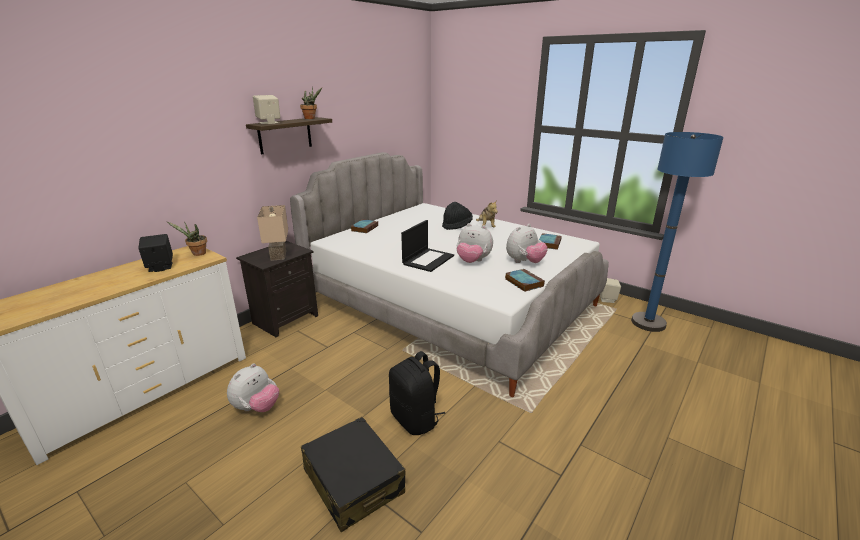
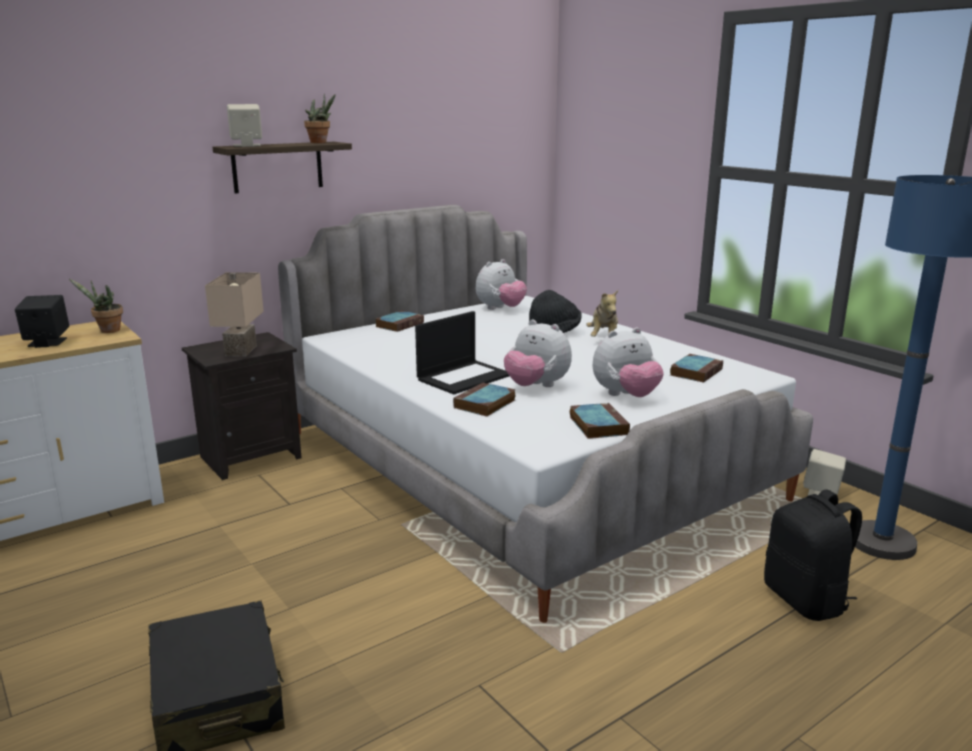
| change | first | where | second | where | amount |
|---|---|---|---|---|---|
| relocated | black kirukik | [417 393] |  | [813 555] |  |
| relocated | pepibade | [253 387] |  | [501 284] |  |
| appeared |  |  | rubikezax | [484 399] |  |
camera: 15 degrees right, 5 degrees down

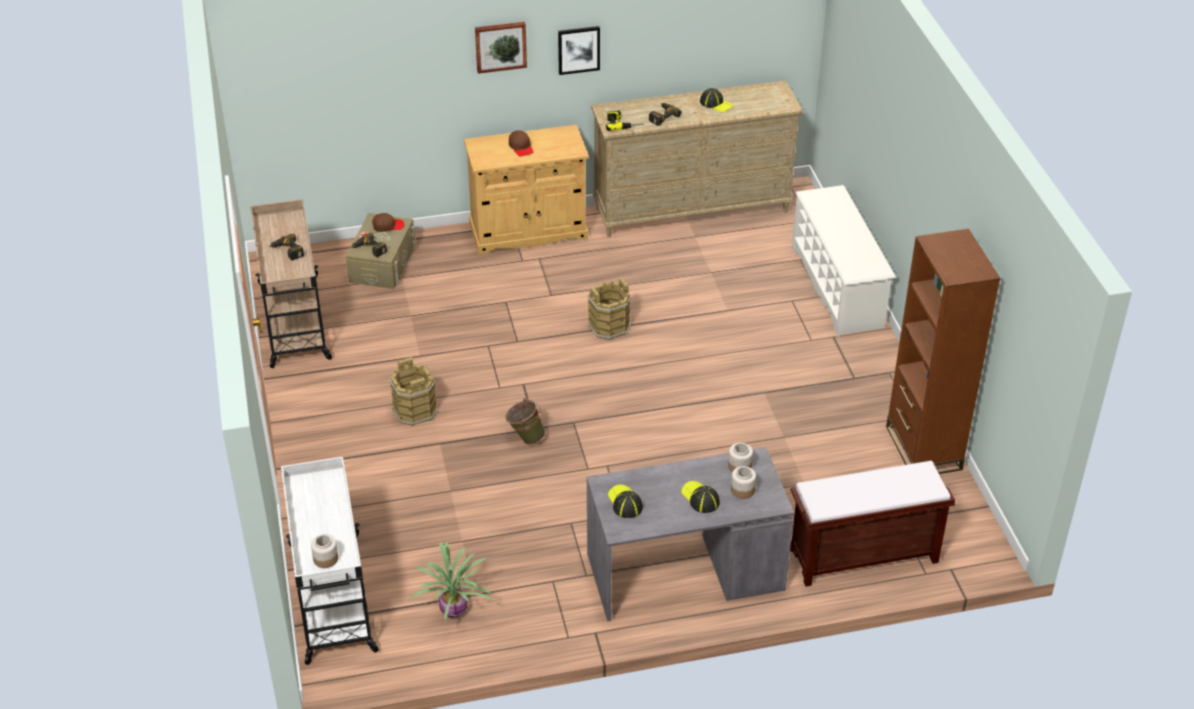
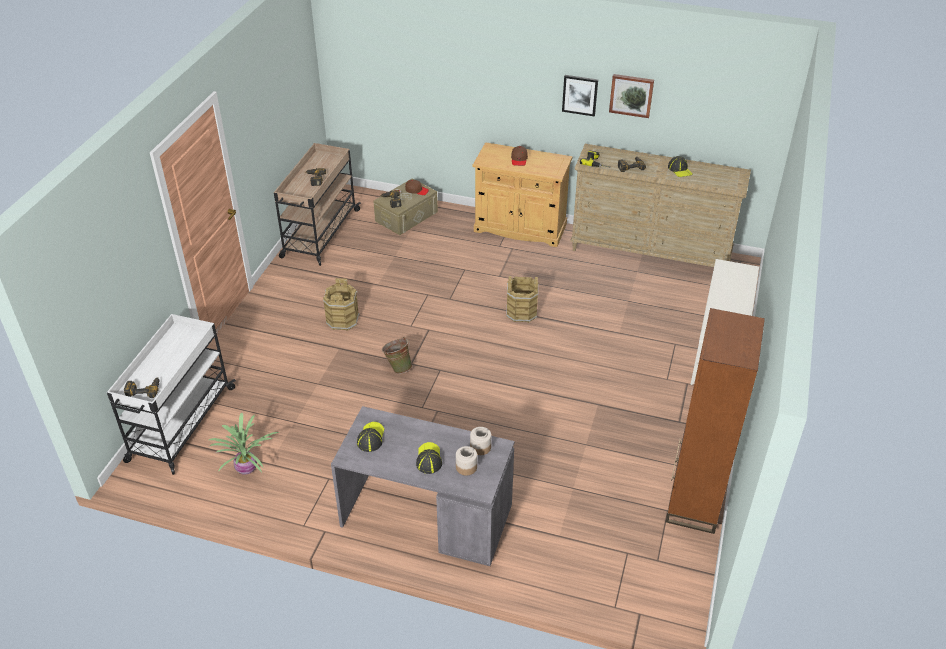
| change | first | where | second | where | amount |
|---|---|---|---|---|---|
| relocated | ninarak | [501 48] |  | [631 96] |  |
| missing | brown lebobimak | [872 524] |  |  |  |
| exchanged | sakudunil | [324 551] | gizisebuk | [141 387] |  |
camera: 30 degrees right, 0 degrees up

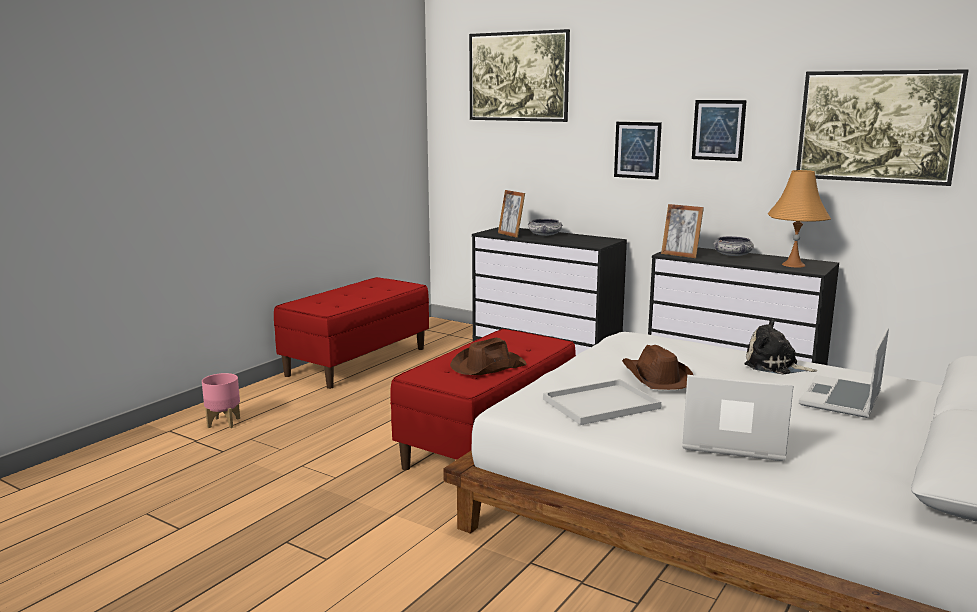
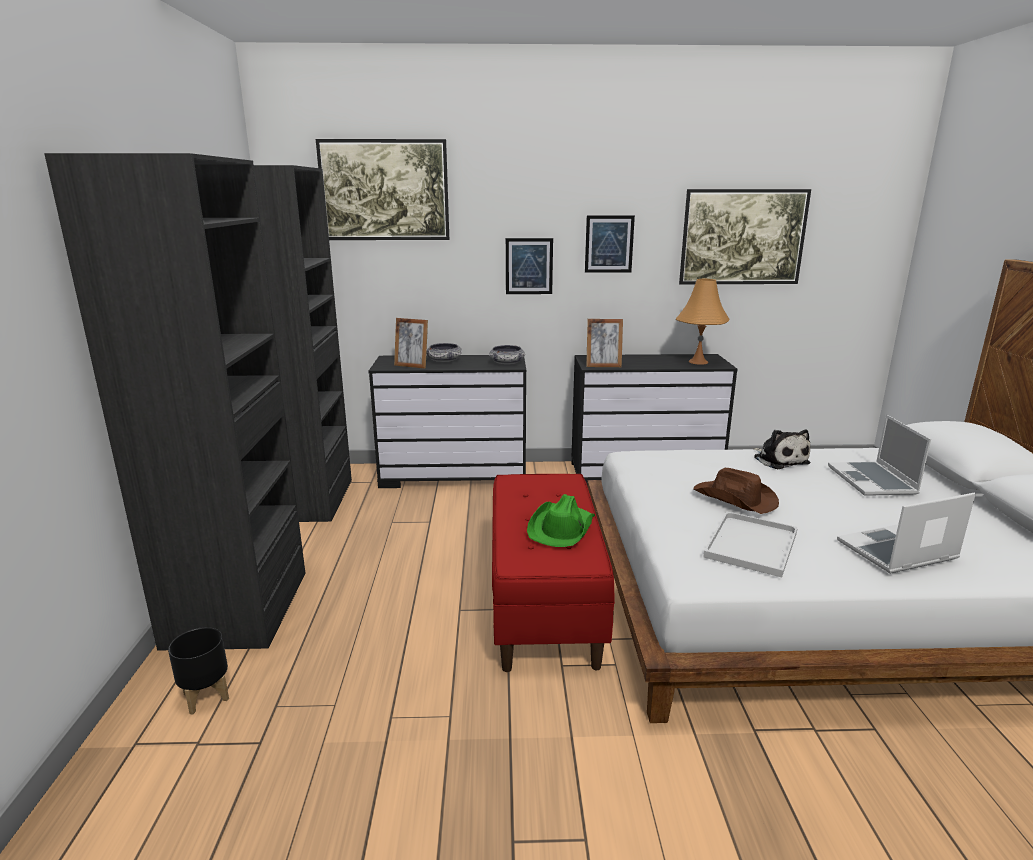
| change | first | where | second | where | amount |
|---|---|---|---|---|---|
| relocated | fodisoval | [733 246] |  | [507 354] |  |
| exchanged | red lebobimak | [351 333] | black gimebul | [198 402] |  |
| spun | pepibade | [780 346] |  | [782 449] | 105 degrees counterclockwise |
| colour | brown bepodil | [488 356] | green bepodil | [561 520] |  |
| colour | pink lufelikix | [221 400] | black lufelikix | [198 670] |  |
camera: 35 degrees left, 5 degrees up

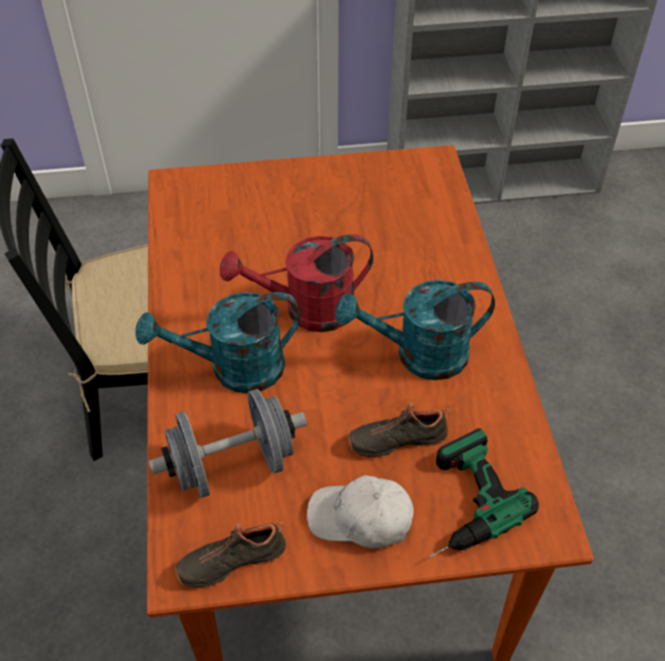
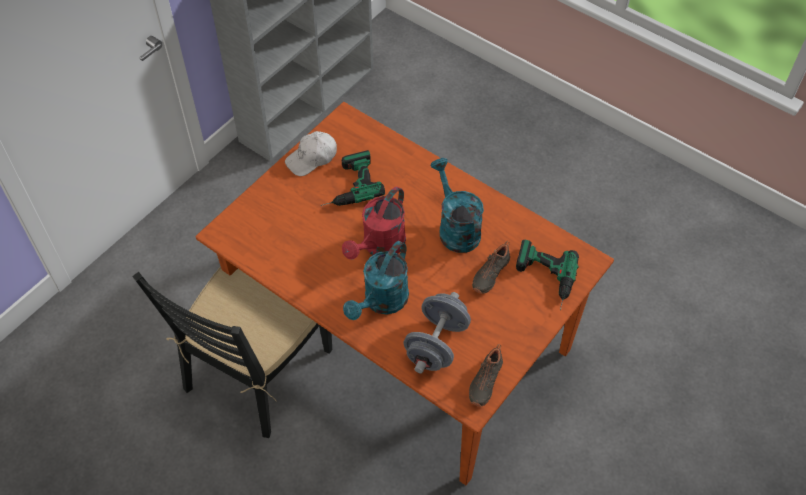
| change | first | where | second | where | amount |
|---|---|---|---|---|---|
| spun | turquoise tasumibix | [415 330] |  | [457 205] | 120 degrees clockwise |
| relocated | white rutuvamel | [360 512] |  | [311 153] |  |
| appeared |  |  | gizisebuk | [352 178] |  |
camera: 45 degrees left, 5 degrees up

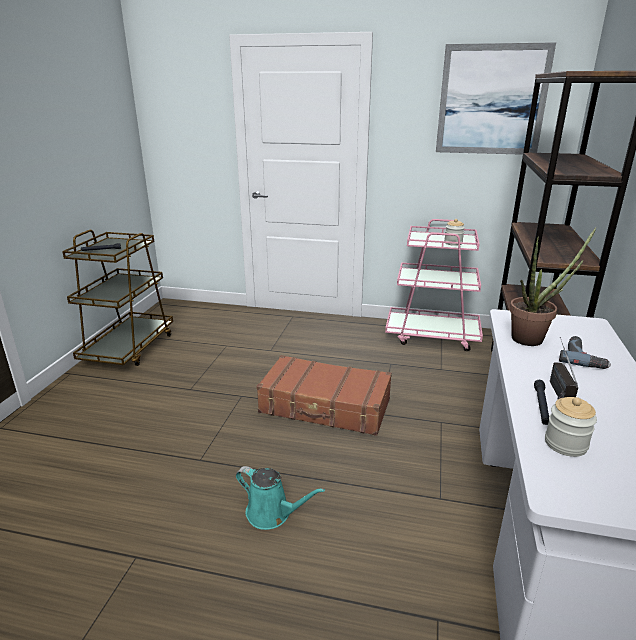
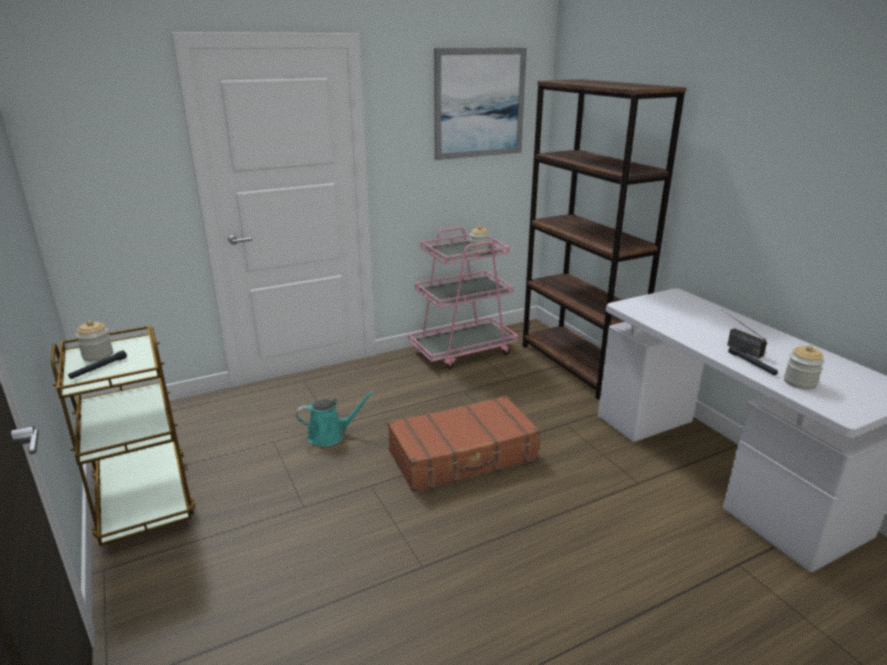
| change | first | where | second | where | amount |
|---|---|---|---|---|---|
| missing | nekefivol | [553 286] |  |  |  |
| missing | gizisebuk | [585 352] |  |  |  |
| relocated | turquoise tasumibix | [280 498] |  | [335 418] |  |
| appeared |  |  | sakudunil | [94 341] |  |
camera: 40 degrees left, 0 degrees up

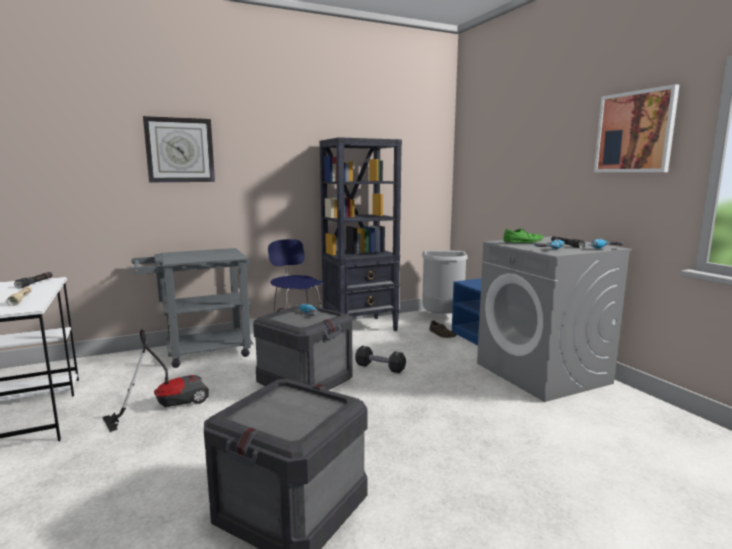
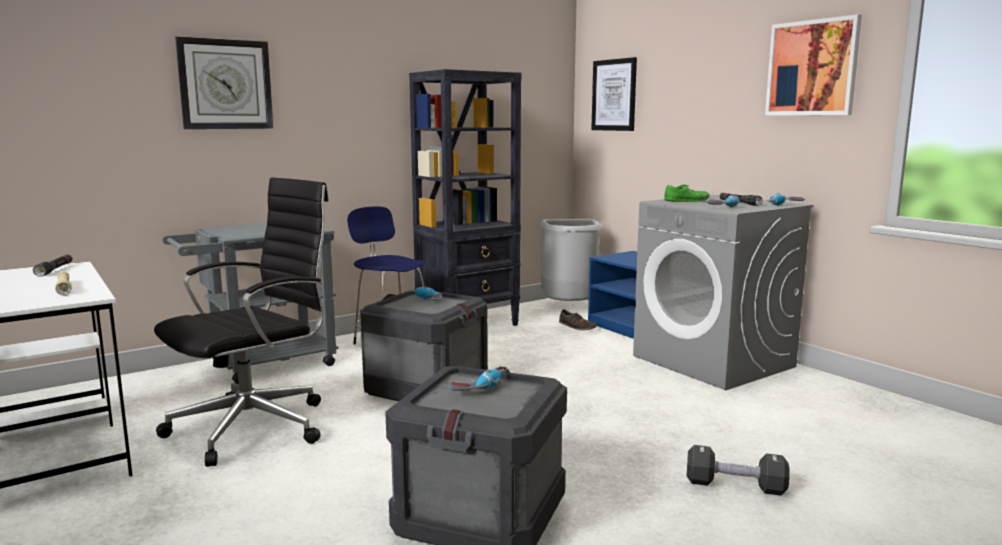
| change | first | where | second | where | amount |
|---|---|---|---|---|---|
| exchanged | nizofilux | [155 380] | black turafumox | [241 322] |  |
| relocated | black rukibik | [380 359] |  | [738 470] |  |
| appeared |  |  | ninarak | [614 94] |  |
| appeared |  |  | gizisebuk | [476 380] |  |
camera: 10 degrees left, 0 degrees up

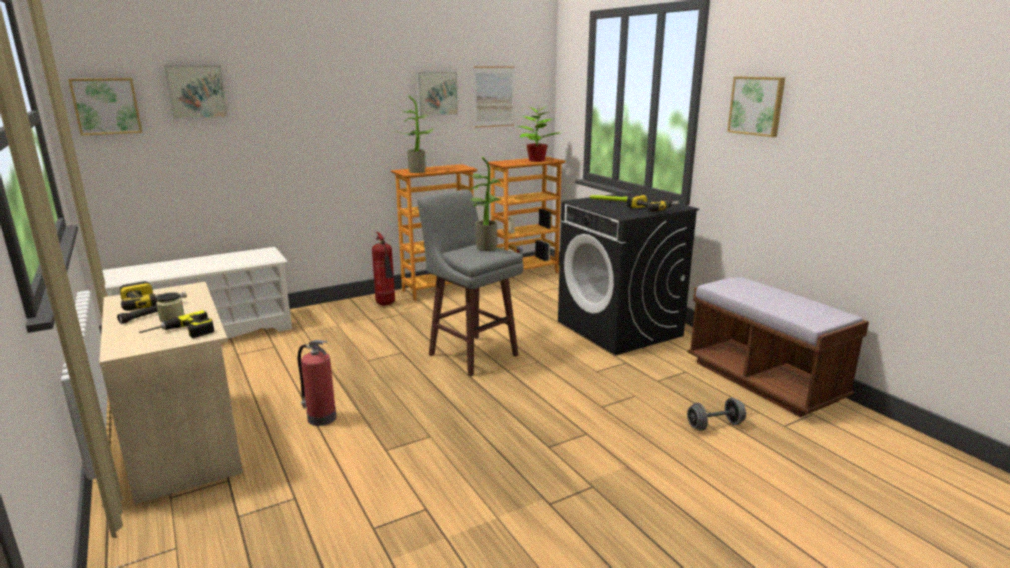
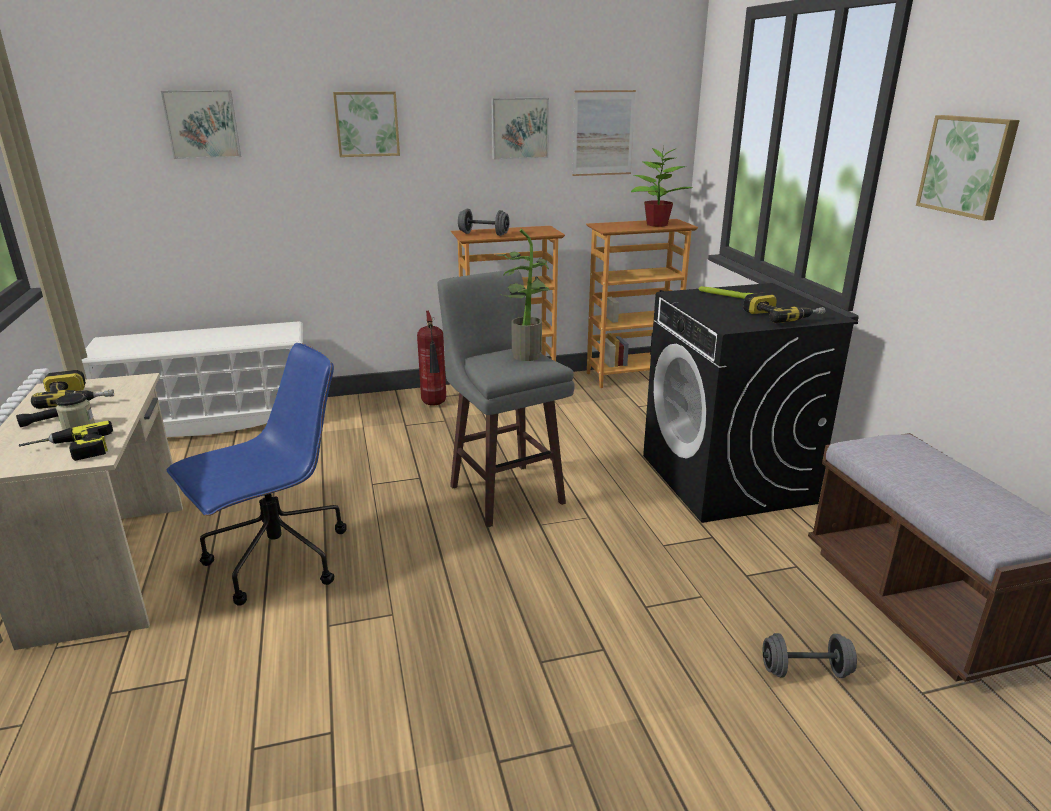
| change | first | where | second | where | amount |
|---|---|---|---|---|---|
| relocated | ninarak | [105 107] |  | [366 124] |  |
| exchanged | nekefivol | [415 134] | grey rukibik | [483 222] |  |
| exchanged | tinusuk | [317 383] | blue turafumox | [257 474] |  |
camera: 15 degrees right, 5 degrees up

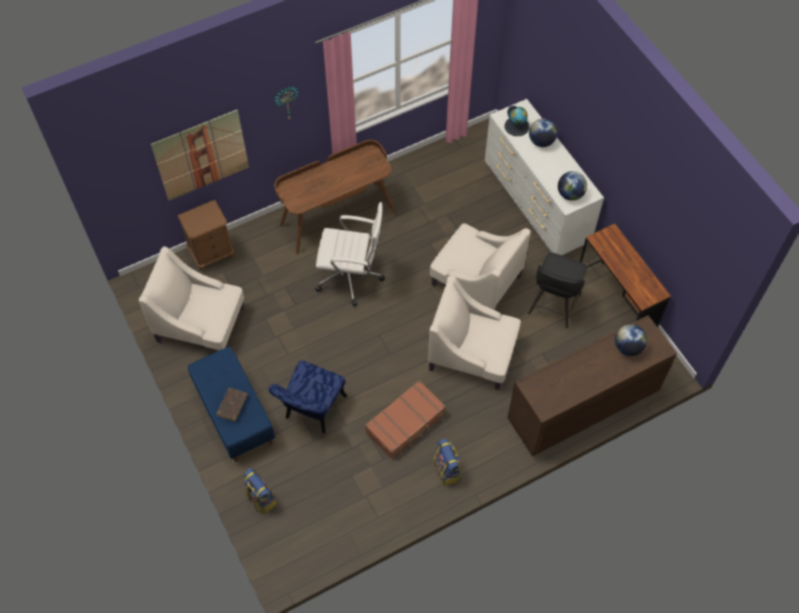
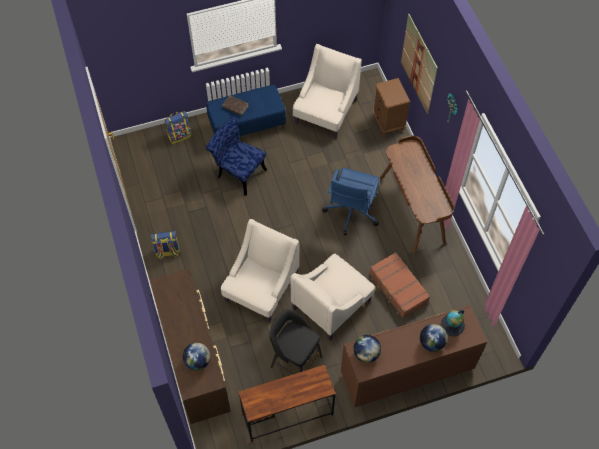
| change | first | where | second | where | amount |
|---|---|---|---|---|---|
| colour | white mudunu | [544 177] | brown mudunu | [414 356] |  |
| colour | white turafumox | [350 254] | blue turafumox | [350 201] |  |
| relocated | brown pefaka | [405 419] |  | [399 285] |  |
camera: 100 degrees right, 0 degrees up

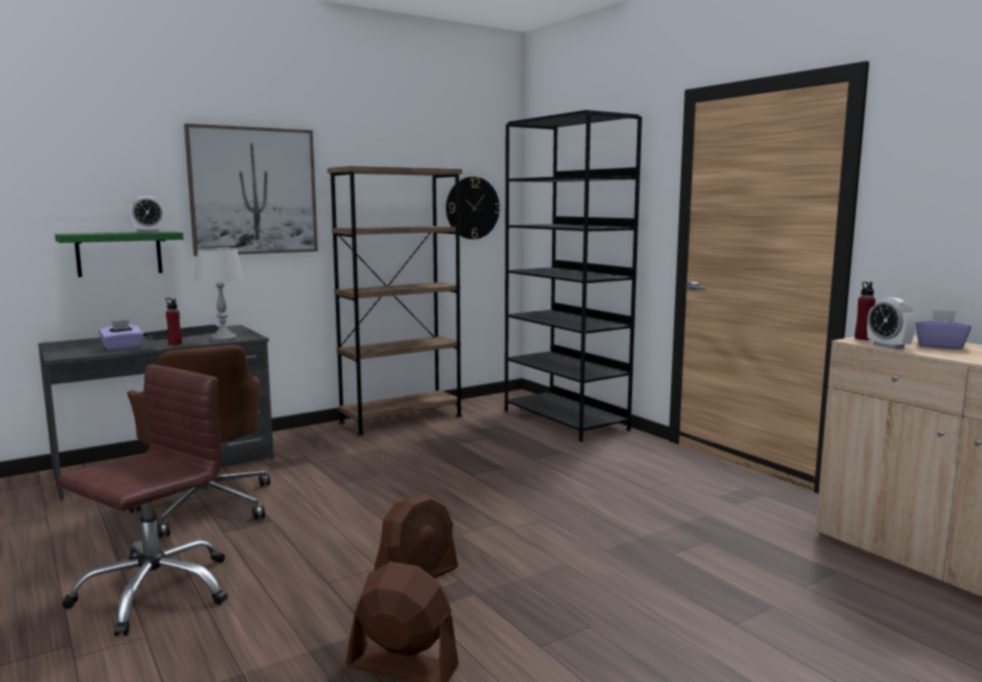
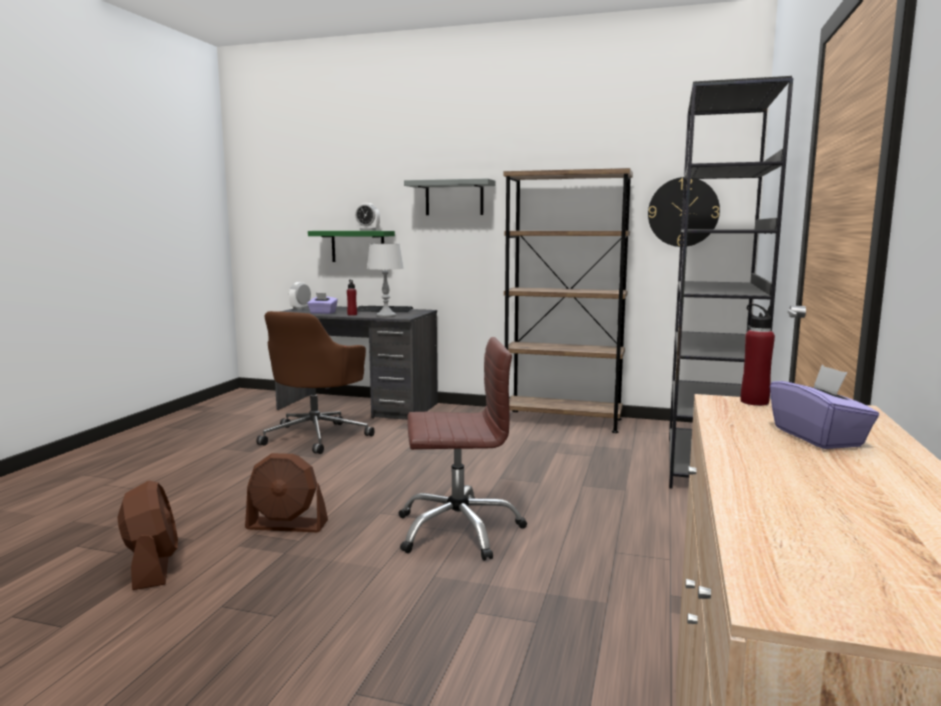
| change | first | where | second | where | amount |
|---|---|---|---|---|---|
| exchanged | ninarak | [251 190] | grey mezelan | [450 196] |  |
| relocated | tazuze | [891 323] |  | [300 296] |  |
| relocated | brown turafumox | [143 500] |  | [463 449] |  |
camera: 50 degrees right, 0 degrees up

